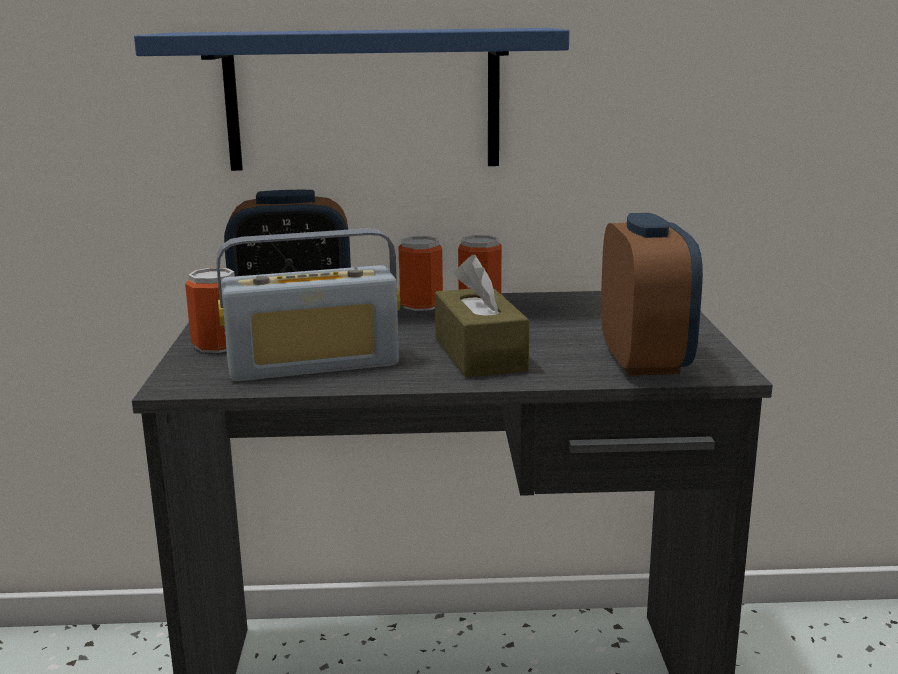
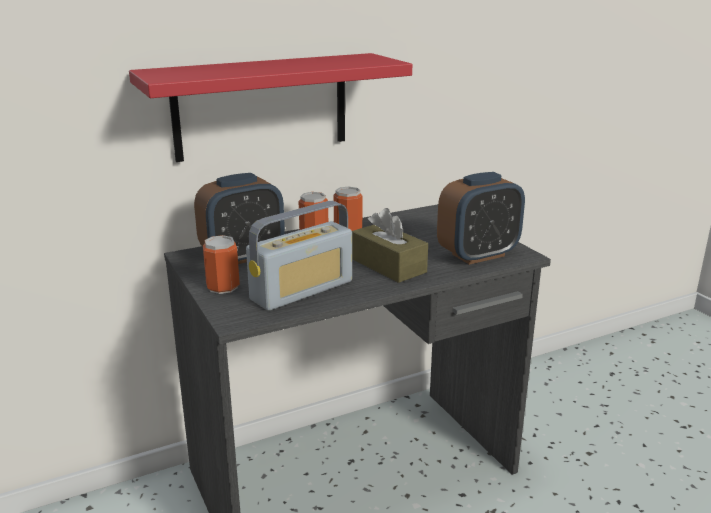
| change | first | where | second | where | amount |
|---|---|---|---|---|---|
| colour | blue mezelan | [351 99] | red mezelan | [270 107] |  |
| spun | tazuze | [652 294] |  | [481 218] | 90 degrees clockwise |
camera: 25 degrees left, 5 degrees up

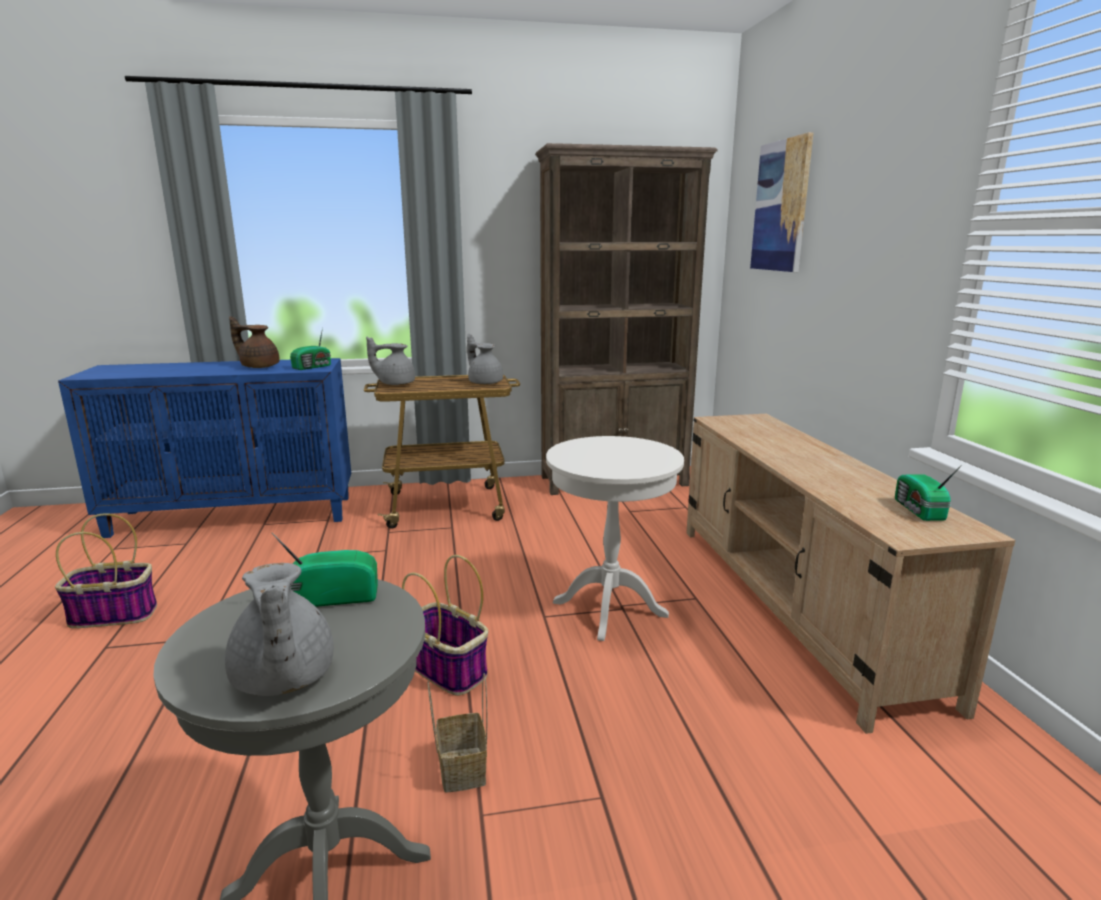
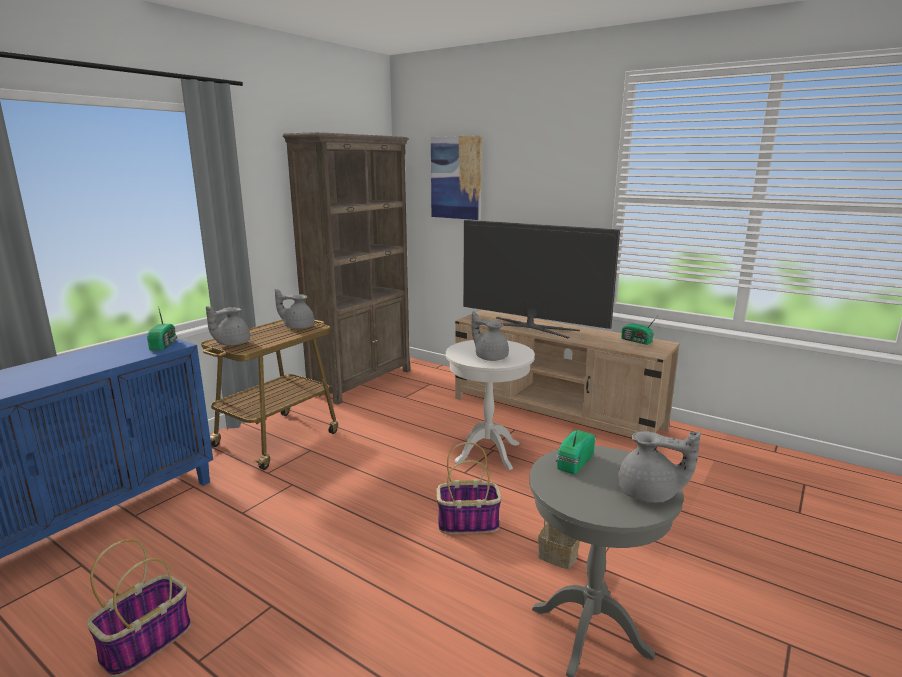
| change | first | where | second | where | amount |
|---|---|---|---|---|---|
| missing | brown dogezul | [254 342] |  |  |  |
| appeared |  |  | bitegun | [541 279] |  |
| appeared |  |  | grey dogezul | [490 336] |  |
camera: 45 degrees left, 0 degrees up

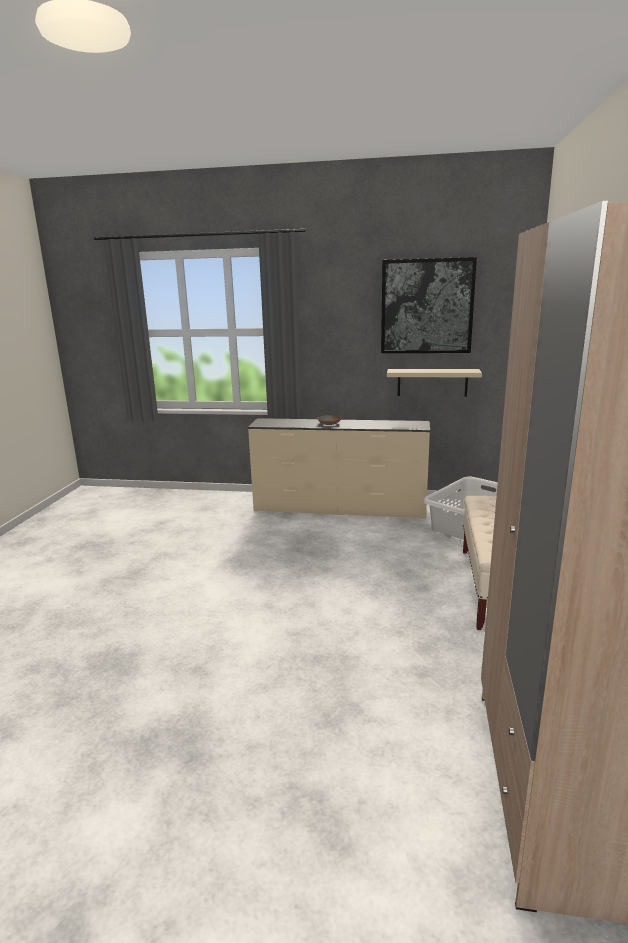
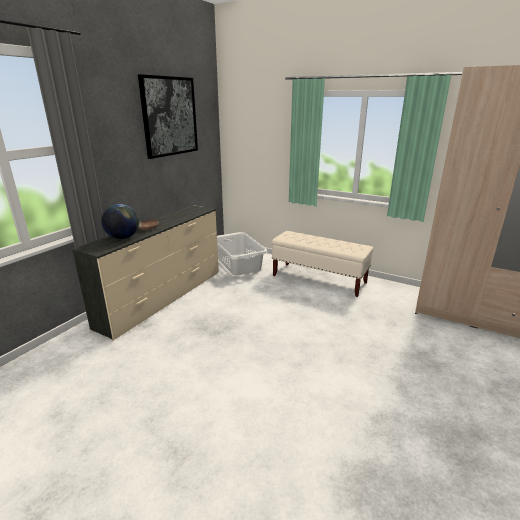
| change | first | where | second | where | amount |
|---|---|---|---|---|---|
| missing | beige mezelan | [434 383] |  |  |  |
| appeared |  |  | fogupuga | [120 221] |  |
camera: 70 degrees left, 5 degrees up

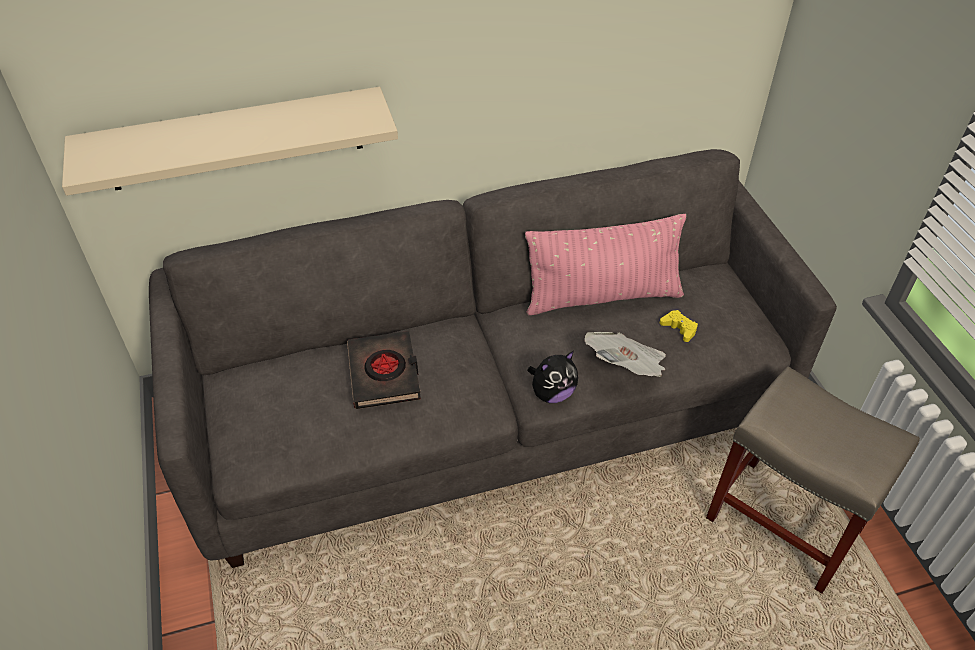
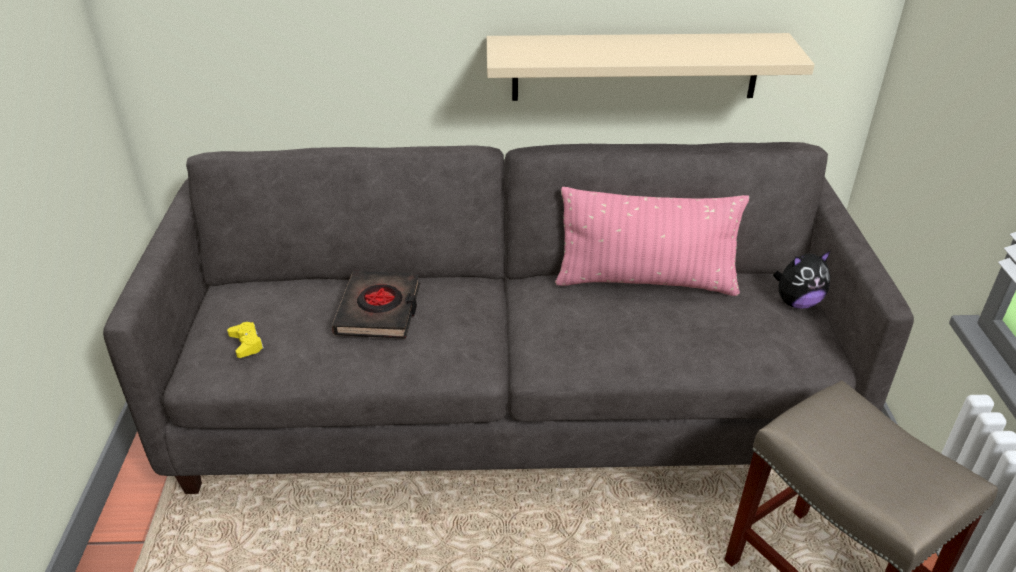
| change | first | where | second | where | amount |
|---|---|---|---|---|---|
| relocated | beige mezelan | [230 141] |  | [651 67] |  |
| relocated | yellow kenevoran | [679 326] |  | [245 340] |  |
| missing | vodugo | [625 354] |  |  |  |
| relocated | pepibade | [552 377] |  | [801 280] |  |
camera: 15 degrees right, 10 degrees down

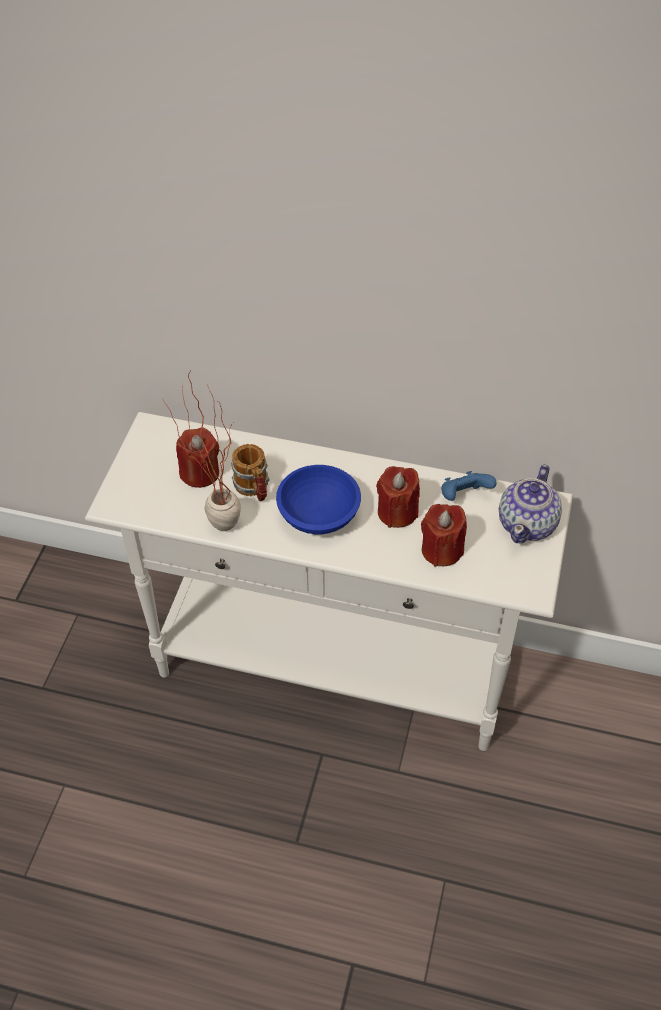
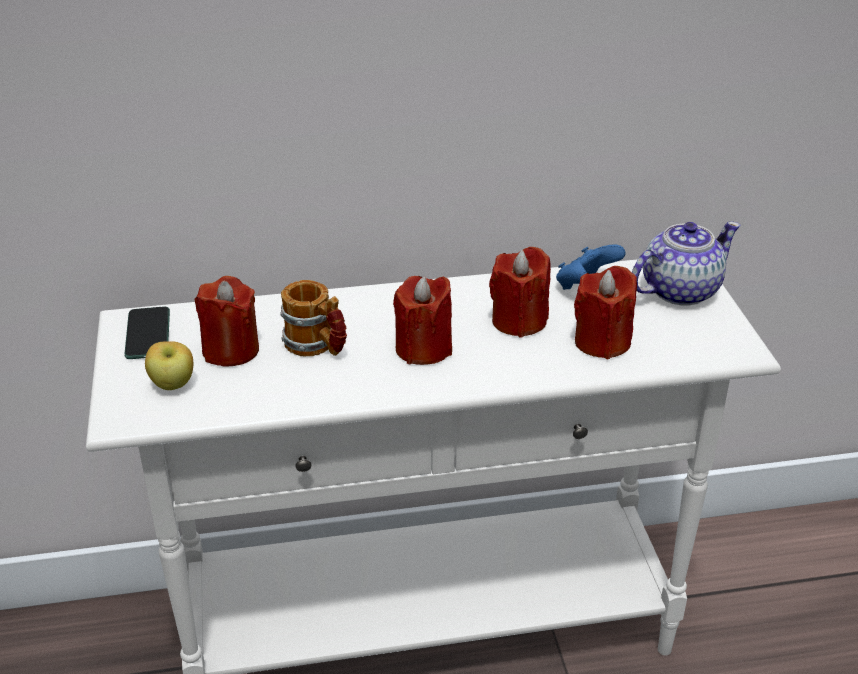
| change | first | where | second | where | amount |
|---|---|---|---|---|---|
| missing | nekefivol | [201 451] |  |  |  |
| spun | dogezul | [530 504] |  | [686 263] | 120 degrees counterclockwise |
| exchanged | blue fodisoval | [318 499] | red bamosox | [422 320] |  |
| appeared |  |  | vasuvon | [147 332] |  |
| appeared |  |  | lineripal | [169 366] |  |
camera: 25 degrees left, 15 degrees down

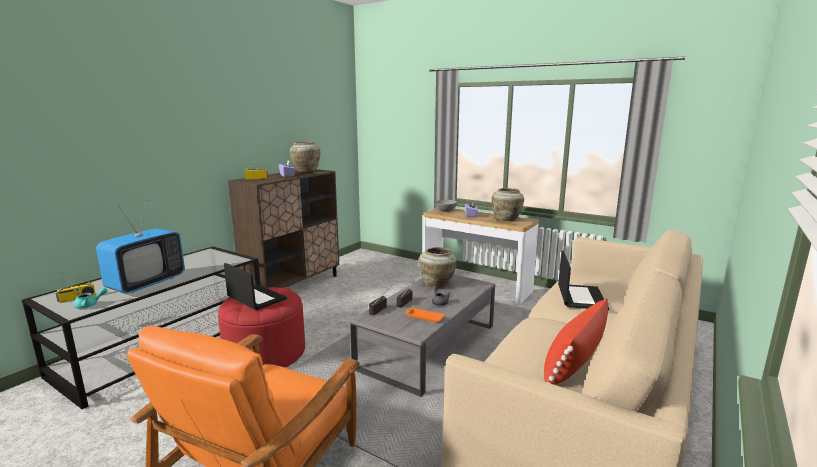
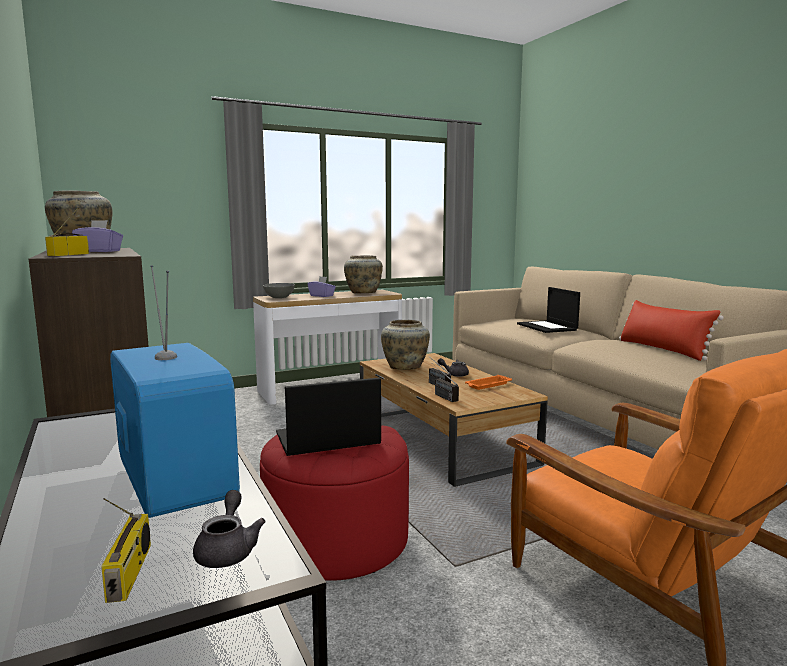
| change | first | where | second | where | amount |
|---|---|---|---|---|---|
| spun | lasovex | [583 280] |  | [548 310] | 150 degrees counterclockwise |
| colour | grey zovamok | [422 336] | brown zovamok | [454 420] |  |
| colour | turquoise dogezul | [91 298] | grey dogezul | [229 529] |  |
camera: 60 degrees left, 5 degrees down

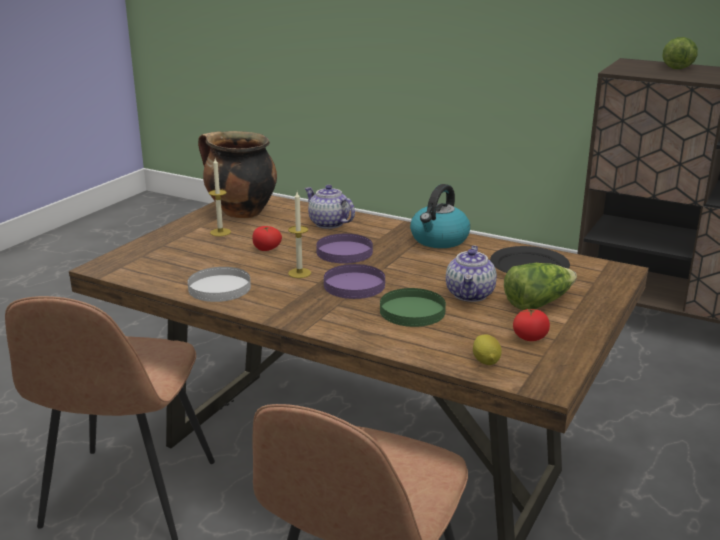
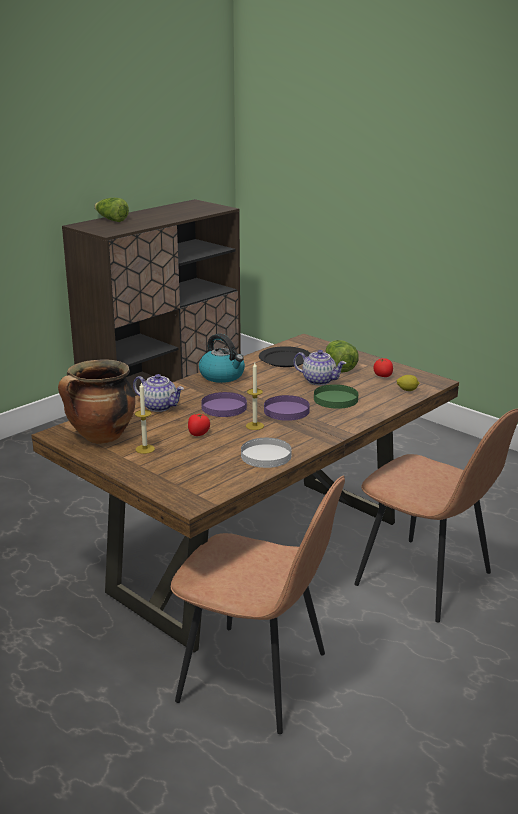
| change | first | where | second | where | amount |
|---|---|---|---|---|---|
| spun | dogezul | [330 207] |  | [158 393] | 120 degrees counterclockwise |
camera: 75 degrees left, 0 degrees up

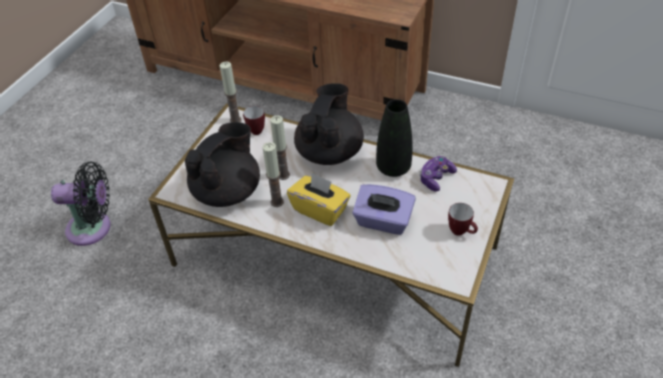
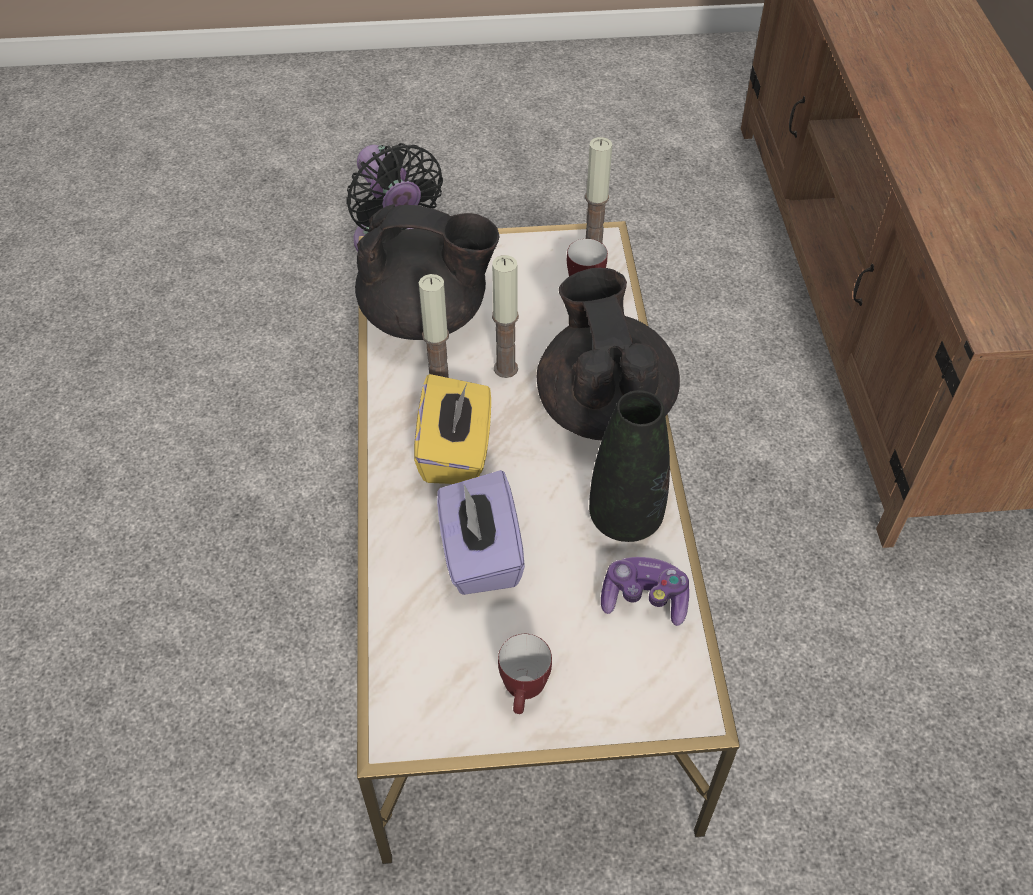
| change | first | where | second | where | amount |
|---|---|---|---|---|---|
| spun | black dogezul | [329 124] |  | [608 353] | 90 degrees counterclockwise |
camera: 60 degrees right, 5 degrees up

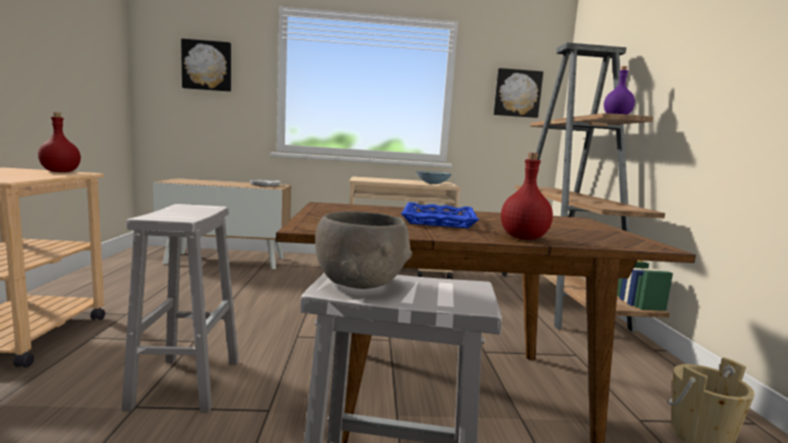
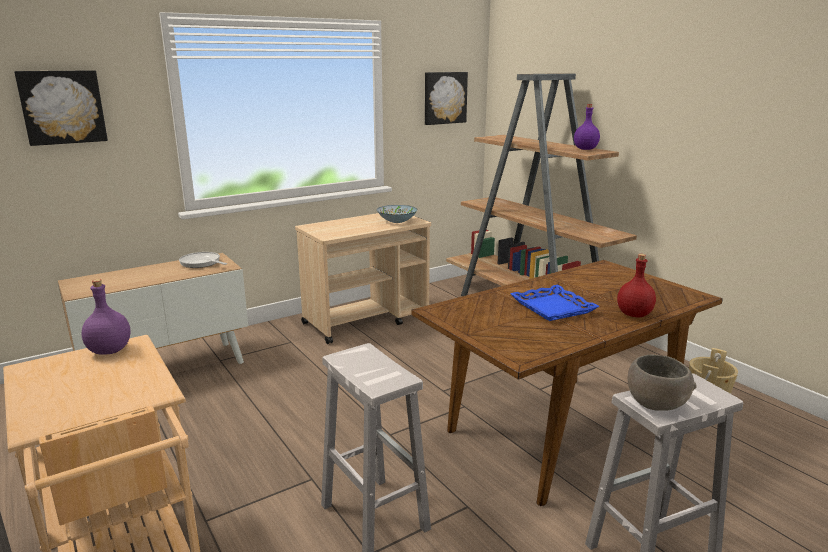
| change | first | where | second | where | amount |
|---|---|---|---|---|---|
| colour | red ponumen | [59 142] | purple ponumen | [105 317] |  |
camera: 30 degrees left, 10 degrees up

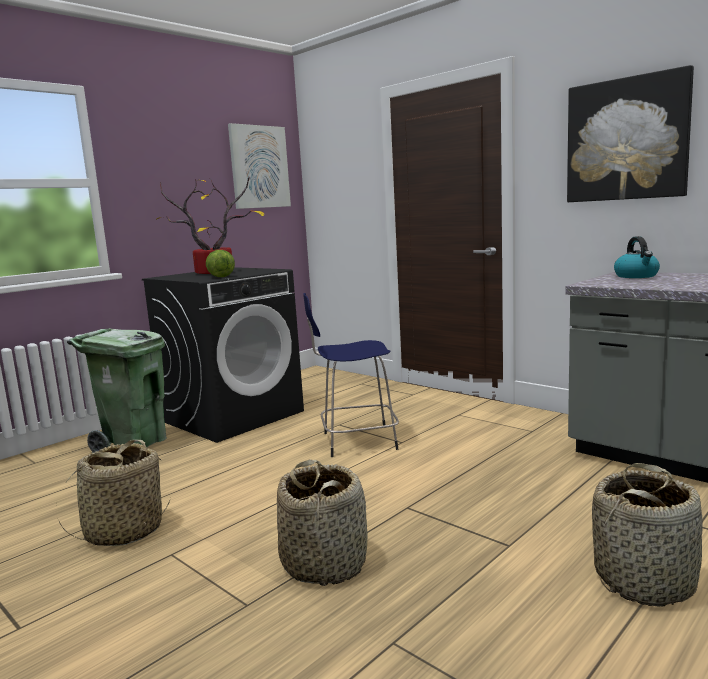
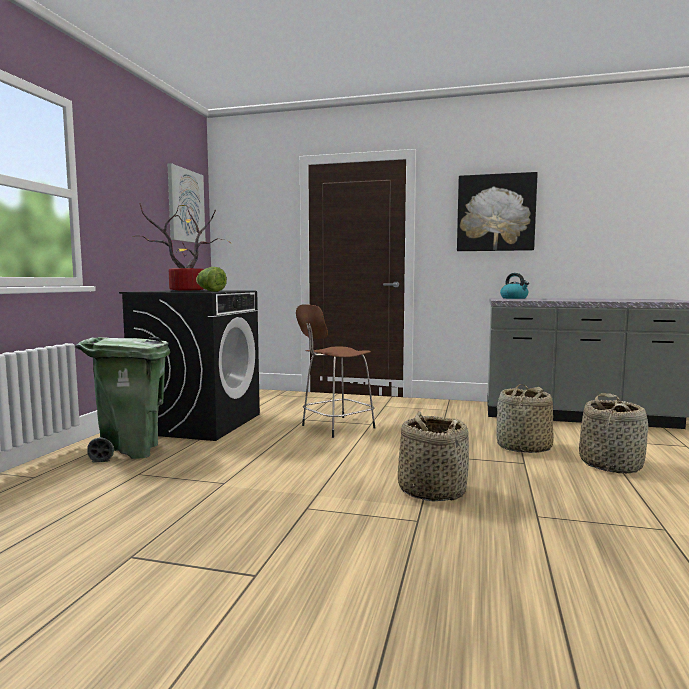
| change | first | where | second | where | amount |
|---|---|---|---|---|---|
| colour | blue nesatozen | [351 375] | brown nesatozen | [335 371] |  |
| relocated | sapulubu | [113 493] |  | [525 418] |  |
camera: 30 degrees left, 5 degrees down

